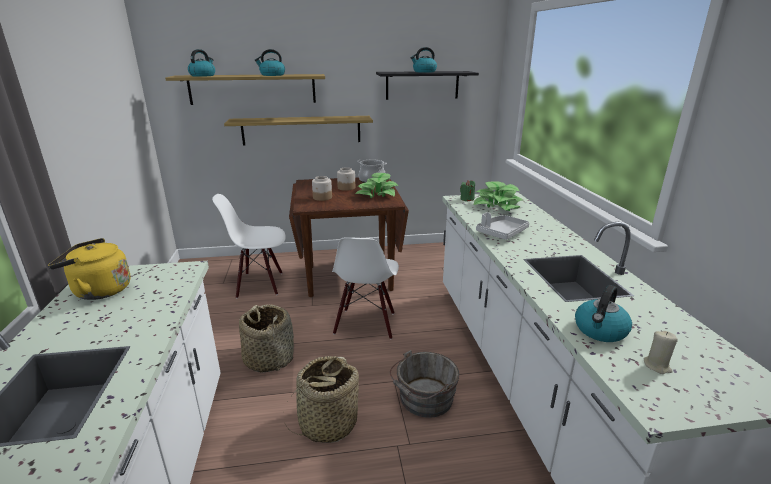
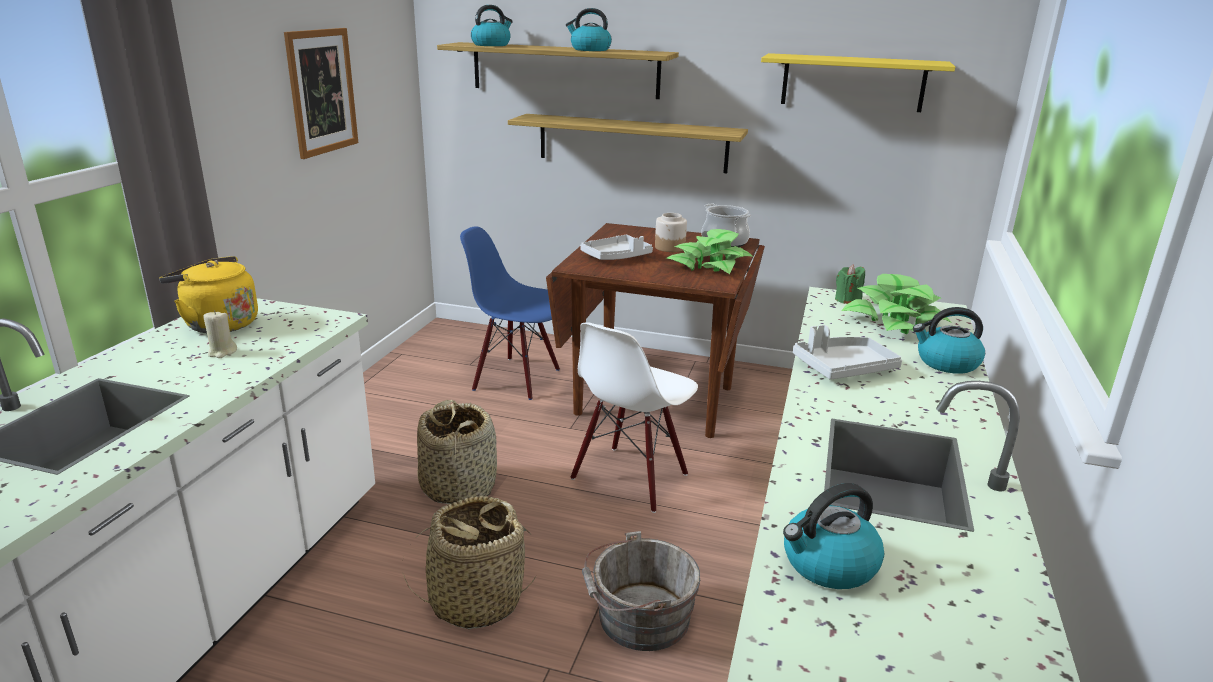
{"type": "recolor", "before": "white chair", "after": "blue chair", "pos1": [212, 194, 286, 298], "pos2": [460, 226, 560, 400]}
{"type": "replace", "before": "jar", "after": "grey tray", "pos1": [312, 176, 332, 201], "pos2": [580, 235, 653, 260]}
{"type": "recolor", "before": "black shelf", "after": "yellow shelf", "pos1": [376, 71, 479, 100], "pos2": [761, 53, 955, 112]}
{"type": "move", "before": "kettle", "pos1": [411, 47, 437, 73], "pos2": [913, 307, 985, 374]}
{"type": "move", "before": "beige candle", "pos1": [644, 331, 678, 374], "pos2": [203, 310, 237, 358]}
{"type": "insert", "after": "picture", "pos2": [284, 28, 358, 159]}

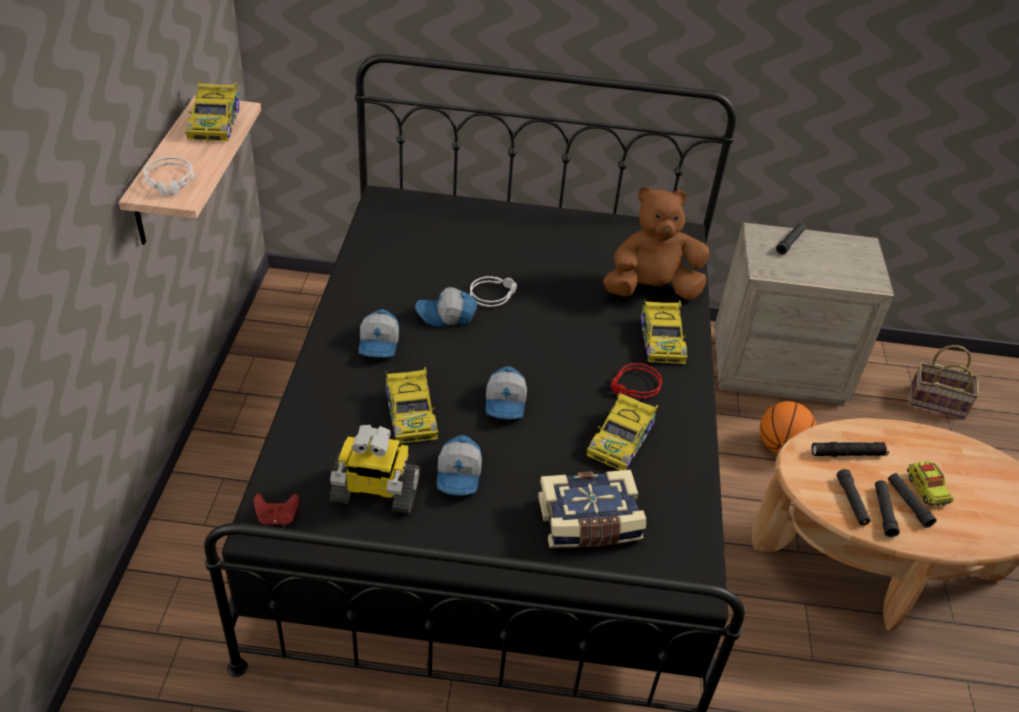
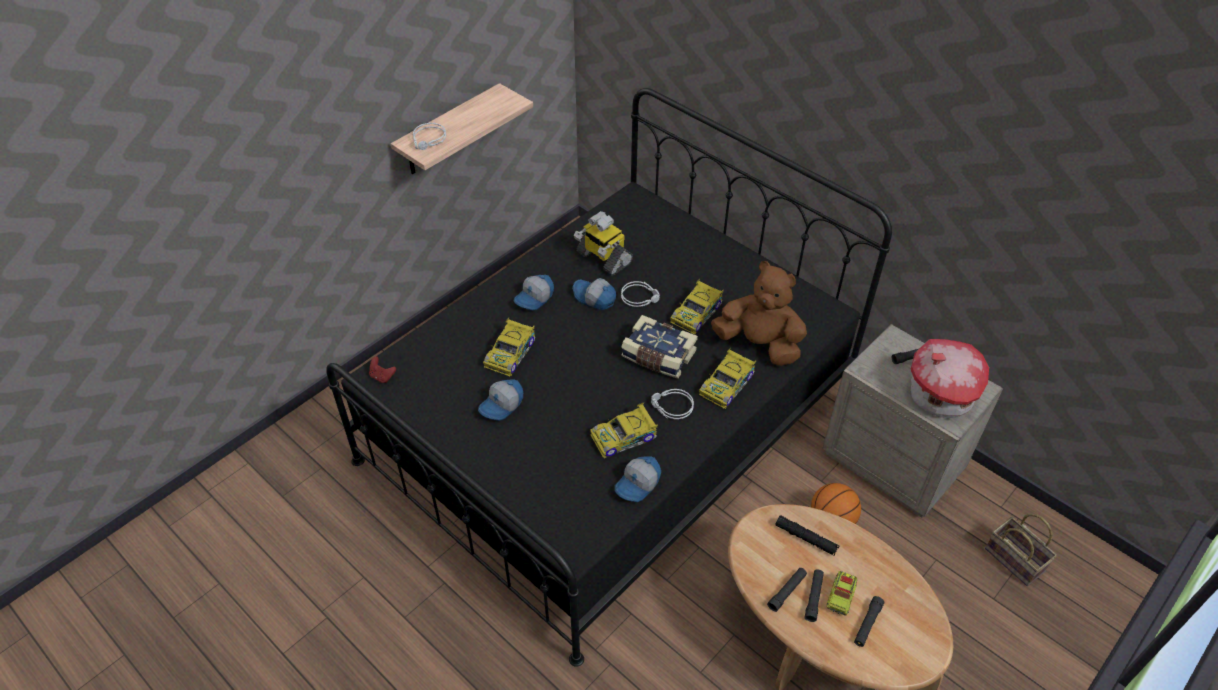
{"type": "move", "before": "toy car", "pos1": [185, 80, 240, 142], "pos2": [670, 279, 724, 334]}
{"type": "move", "before": "toy robot", "pos1": [330, 425, 420, 514], "pos2": [574, 211, 633, 276]}
{"type": "move", "before": "cap", "pos1": [485, 366, 527, 420], "pos2": [615, 456, 661, 502]}
{"type": "move", "before": "book", "pos1": [538, 470, 646, 548], "pos2": [621, 315, 698, 379]}
{"type": "recolor", "before": "red headphones", "after": "grey headphones", "pos1": [610, 363, 662, 399], "pos2": [651, 389, 694, 419]}
{"type": "move", "before": "black flashlight", "pos1": [836, 469, 871, 525], "pos2": [854, 596, 884, 647]}
{"type": "insert", "after": "toy house", "pos2": [911, 339, 989, 418]}

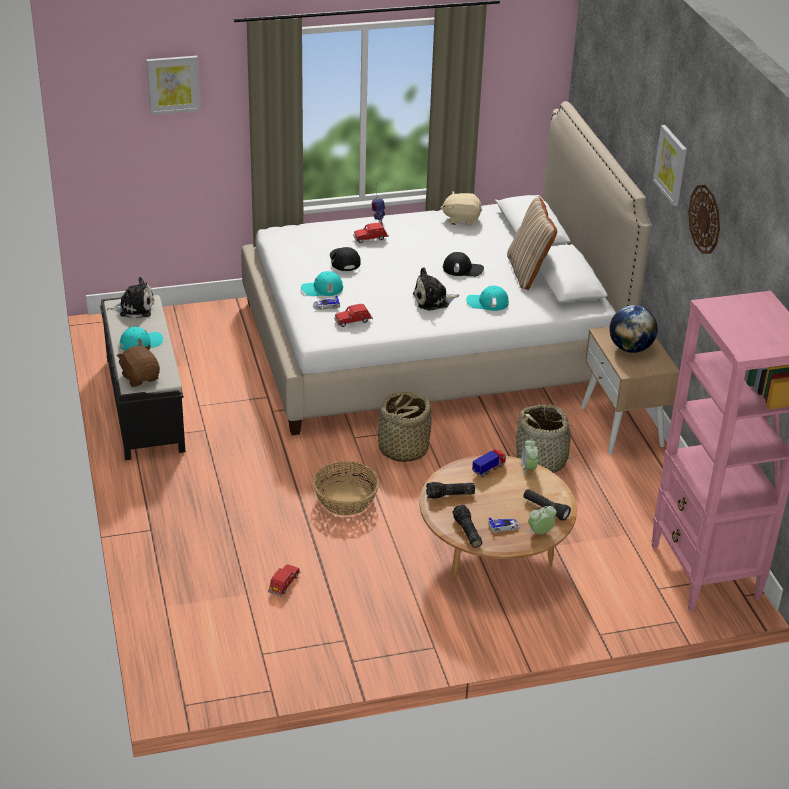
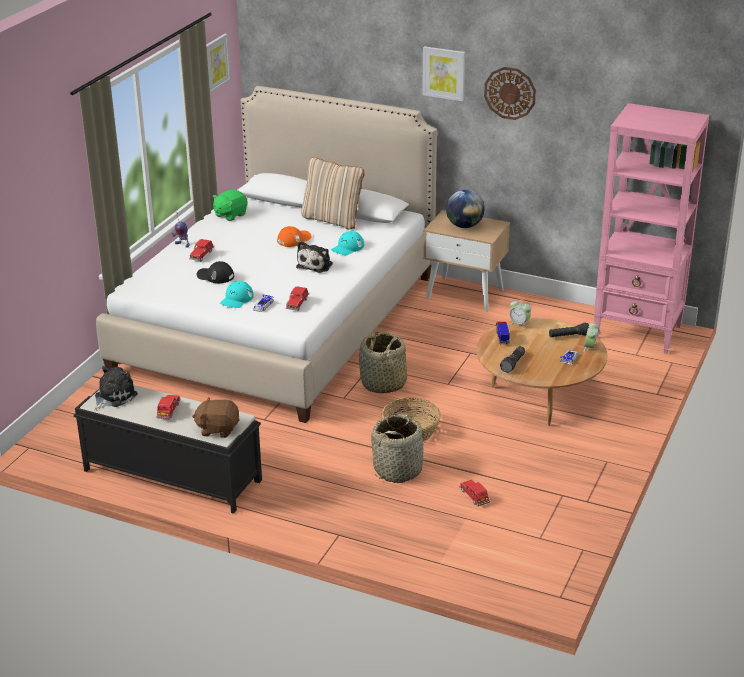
{"type": "replace", "before": "turquoise cap", "after": "red toy car", "pos1": [120, 327, 163, 351], "pos2": [157, 395, 181, 419]}
{"type": "move", "before": "picture", "pos1": [146, 56, 200, 115], "pos2": [206, 34, 231, 94]}
{"type": "recolor", "before": "beige plush toy", "after": "green plush toy", "pos1": [440, 191, 482, 226], "pos2": [213, 189, 248, 221]}
{"type": "recolor", "before": "black cap", "after": "orange cap", "pos1": [443, 252, 484, 277], "pos2": [277, 226, 311, 247]}
{"type": "delete", "before": "flashlight", "pos1": [452, 505, 482, 548]}
{"type": "move", "before": "basket", "pos1": [510, 404, 582, 473], "pos2": [371, 413, 426, 483]}

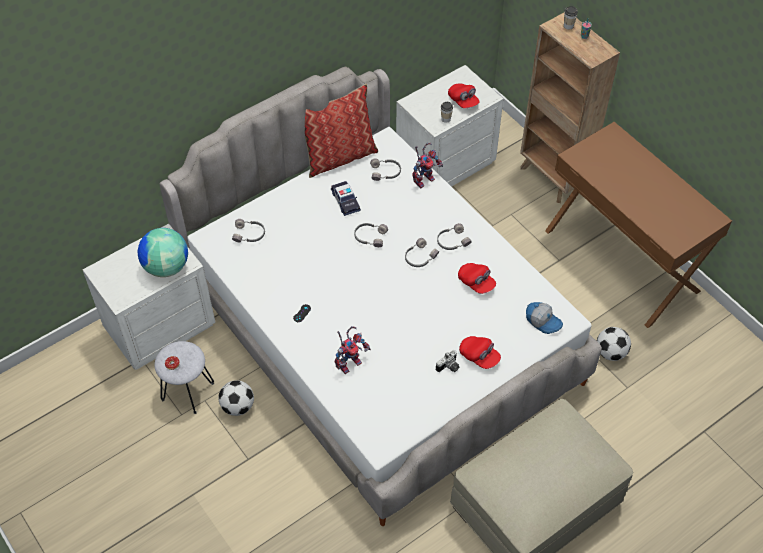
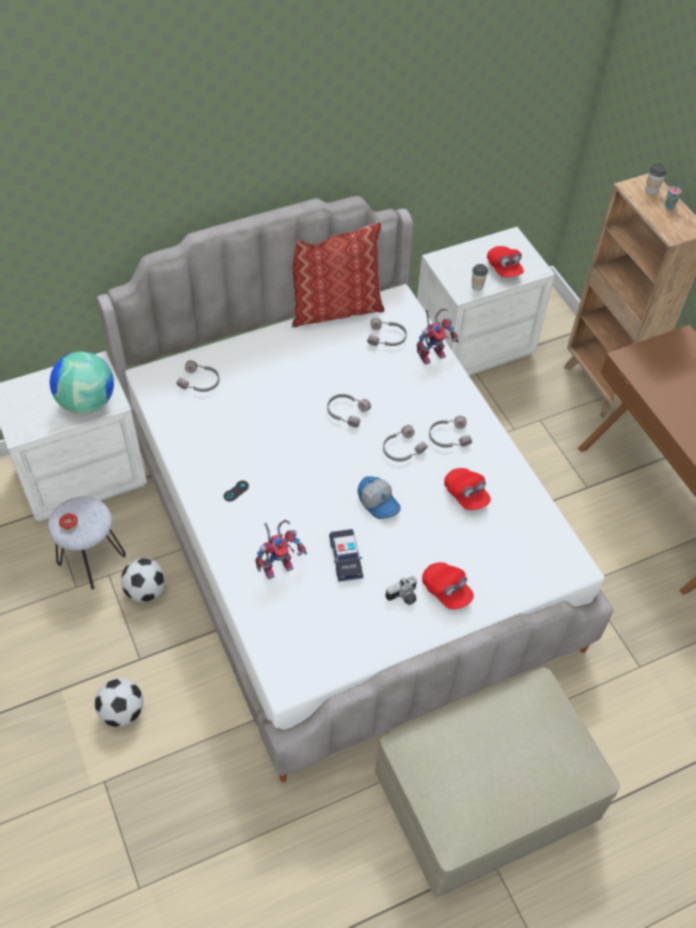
{"type": "move", "before": "toy car", "pos1": [331, 181, 361, 216], "pos2": [329, 529, 364, 582]}
{"type": "move", "before": "cap", "pos1": [526, 302, 563, 334], "pos2": [358, 476, 400, 519]}
{"type": "move", "before": "football", "pos1": [597, 327, 631, 361], "pos2": [95, 678, 143, 727]}

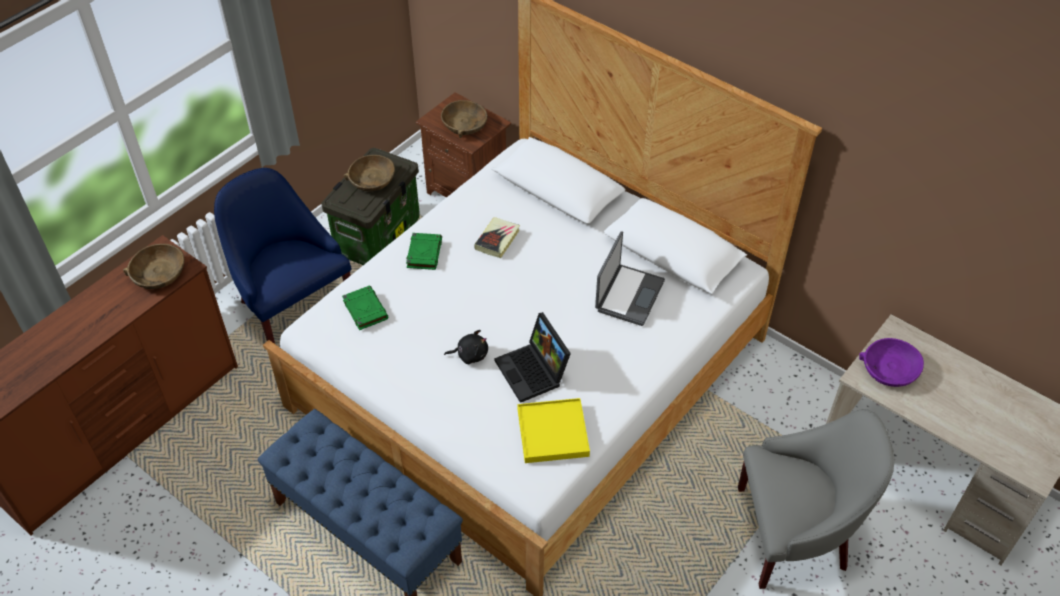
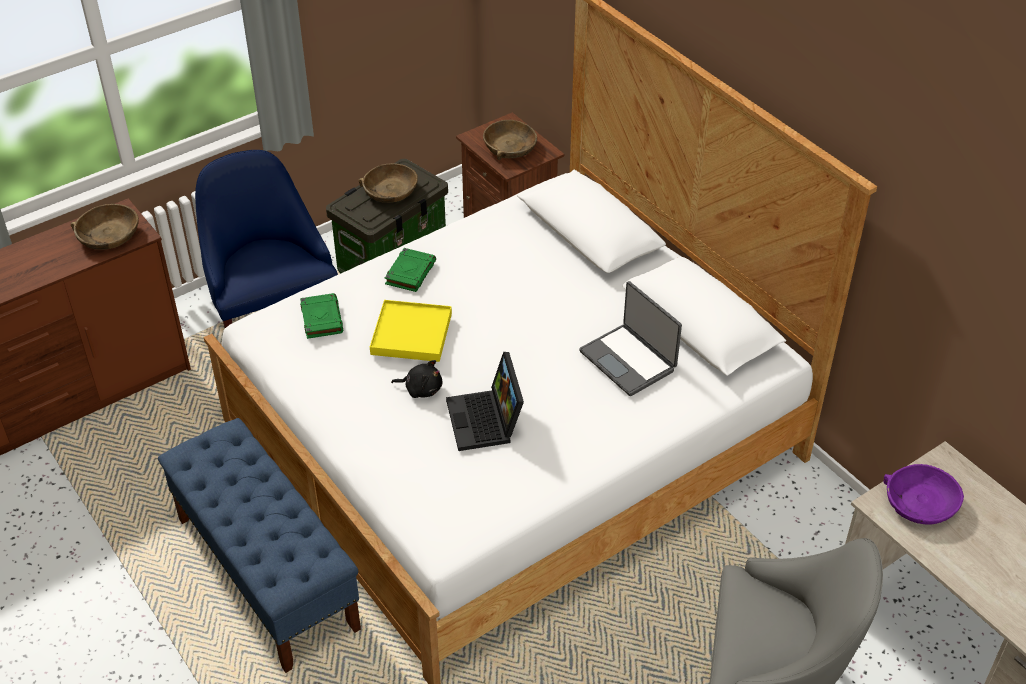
{"type": "delete", "before": "book", "pos1": [474, 217, 520, 258]}
{"type": "move", "before": "yellow tray", "pos1": [517, 398, 590, 463], "pos2": [370, 300, 452, 362]}
{"type": "rotate", "before": "laptop", "pos1": [595, 231, 665, 326], "pos2": [579, 281, 682, 396], "turn": 105}

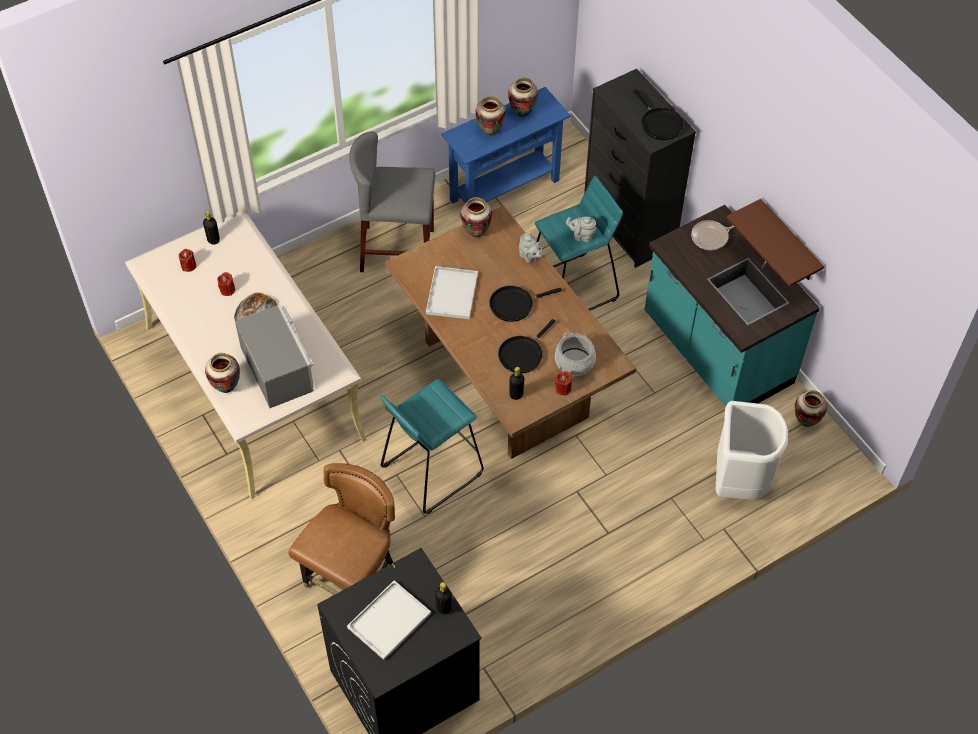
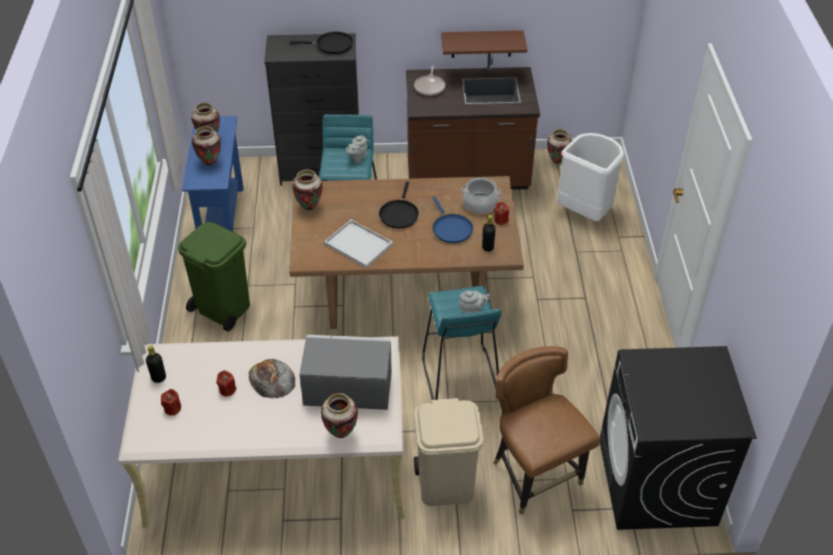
{"type": "delete", "before": "white tray", "pos1": [347, 580, 431, 660]}
{"type": "replace", "before": "grey stool", "after": "green trash can", "pos1": [349, 132, 435, 272], "pos2": [178, 222, 250, 332]}
{"type": "delete", "before": "black bottle", "pos1": [435, 582, 452, 614]}
{"type": "recolor", "before": "black frying pan", "after": "blue frying pan", "pos1": [498, 319, 555, 373], "pos2": [432, 197, 473, 243]}
{"type": "move", "before": "grey teapot", "pos1": [519, 233, 543, 263], "pos2": [459, 290, 491, 314]}
{"type": "recolor", "before": "turquoise counter", "after": "brown counter", "pos1": [644, 205, 820, 406], "pos2": [406, 53, 540, 190]}
{"type": "insert", "after": "beige trash can", "pos2": [414, 398, 484, 506]}

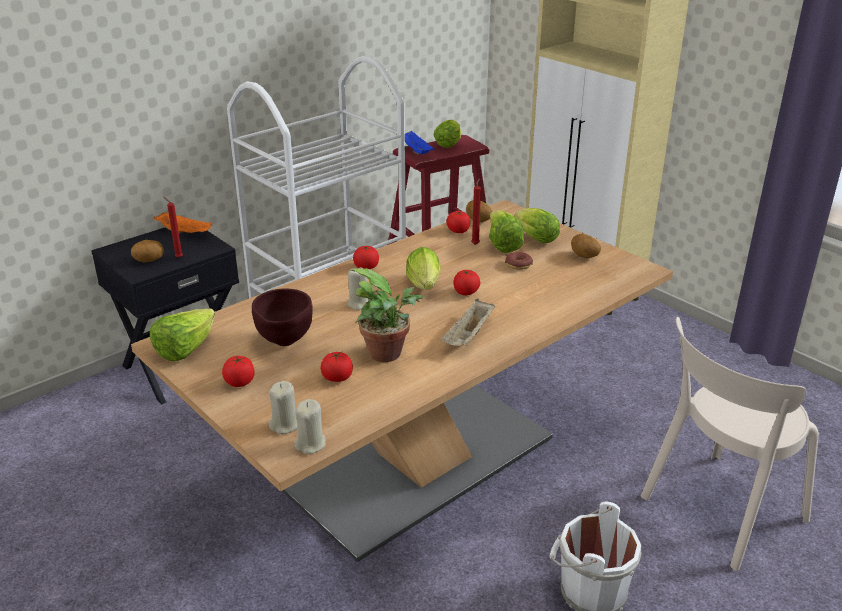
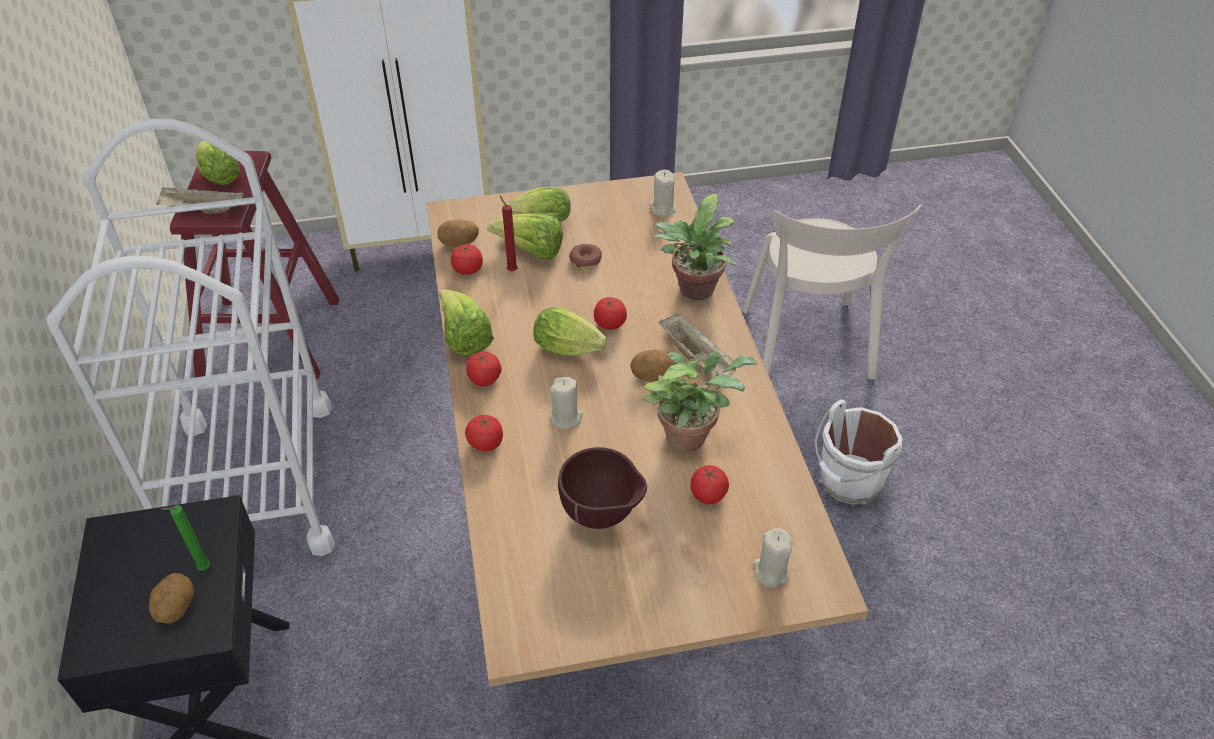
{"type": "move", "before": "lettuce", "pos1": [150, 308, 215, 361], "pos2": [439, 289, 494, 356]}
{"type": "delete", "before": "orange tray", "pos1": [154, 212, 212, 234]}
{"type": "recolor", "before": "red candle", "after": "green candle", "pos1": [164, 197, 183, 258], "pos2": [161, 505, 210, 571]}
{"type": "move", "before": "tomato", "pos1": [222, 356, 254, 387], "pos2": [465, 415, 503, 451]}
{"type": "move", "before": "beige candle", "pos1": [294, 399, 326, 454], "pos2": [649, 170, 675, 217]}
{"type": "recolor", "before": "blue tray", "after": "beige tray", "pos1": [405, 130, 434, 155], "pos2": [156, 187, 244, 214]}
{"type": "move", "before": "potato", "pos1": [571, 234, 601, 258], "pos2": [630, 350, 676, 382]}
{"type": "insert", "after": "potted plant", "pos2": [652, 194, 737, 300]}

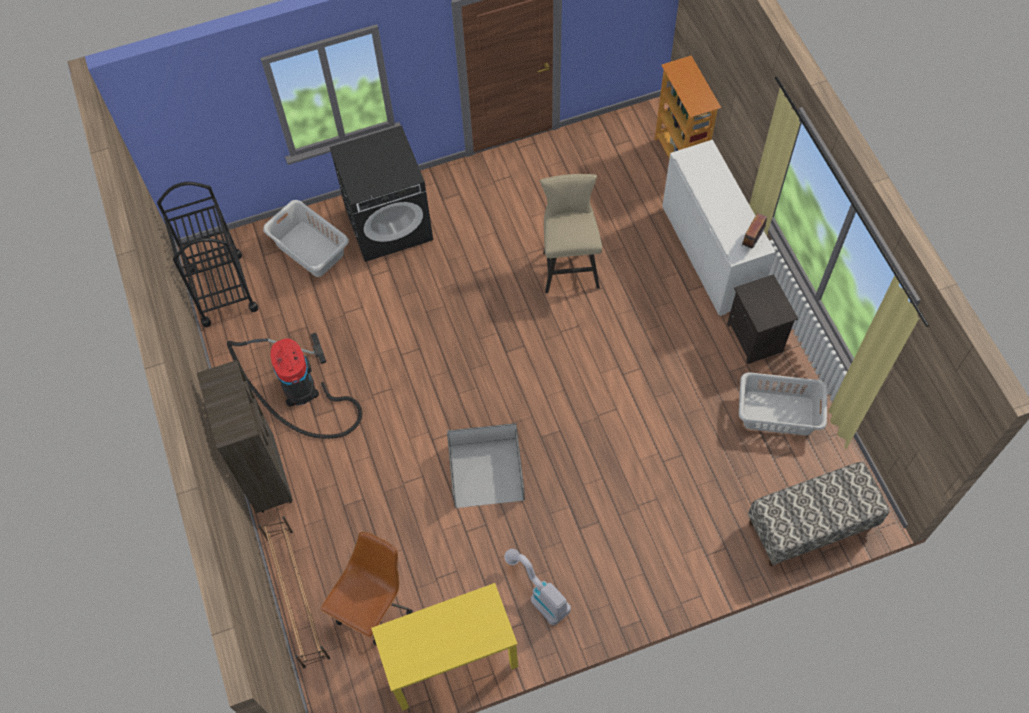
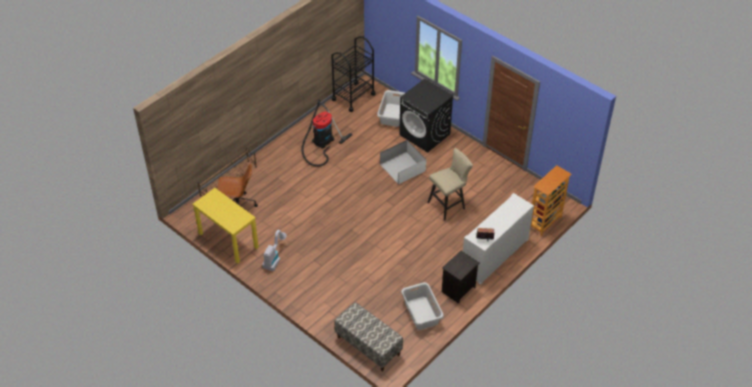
{"type": "delete", "before": "brown bookcase", "pos1": [197, 360, 293, 513]}
{"type": "move", "before": "white storage box", "pos1": [447, 423, 525, 508], "pos2": [380, 140, 426, 184]}

